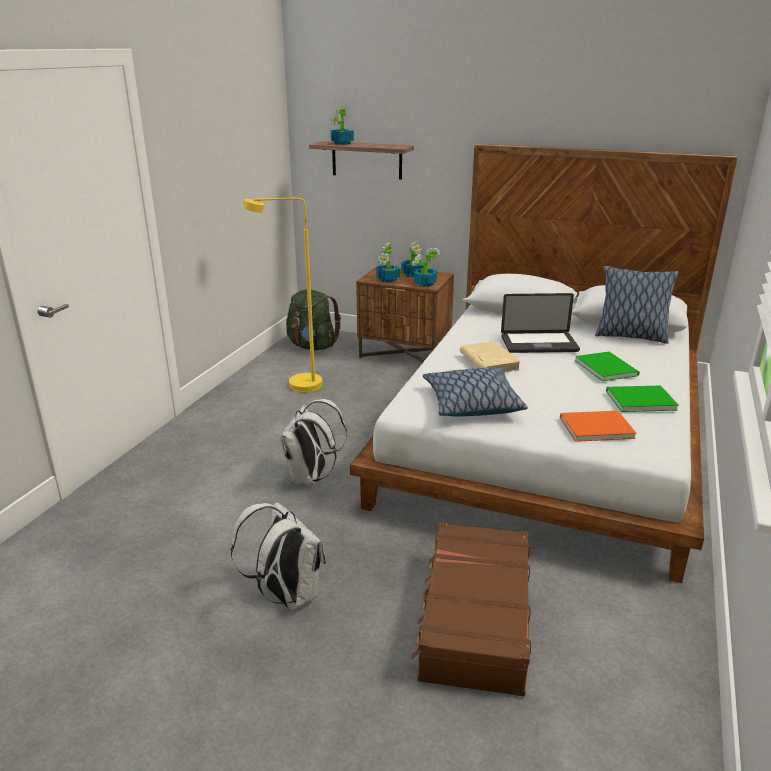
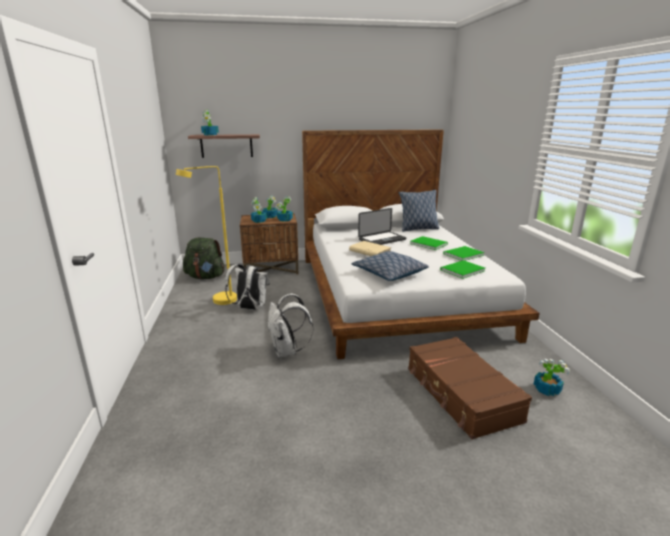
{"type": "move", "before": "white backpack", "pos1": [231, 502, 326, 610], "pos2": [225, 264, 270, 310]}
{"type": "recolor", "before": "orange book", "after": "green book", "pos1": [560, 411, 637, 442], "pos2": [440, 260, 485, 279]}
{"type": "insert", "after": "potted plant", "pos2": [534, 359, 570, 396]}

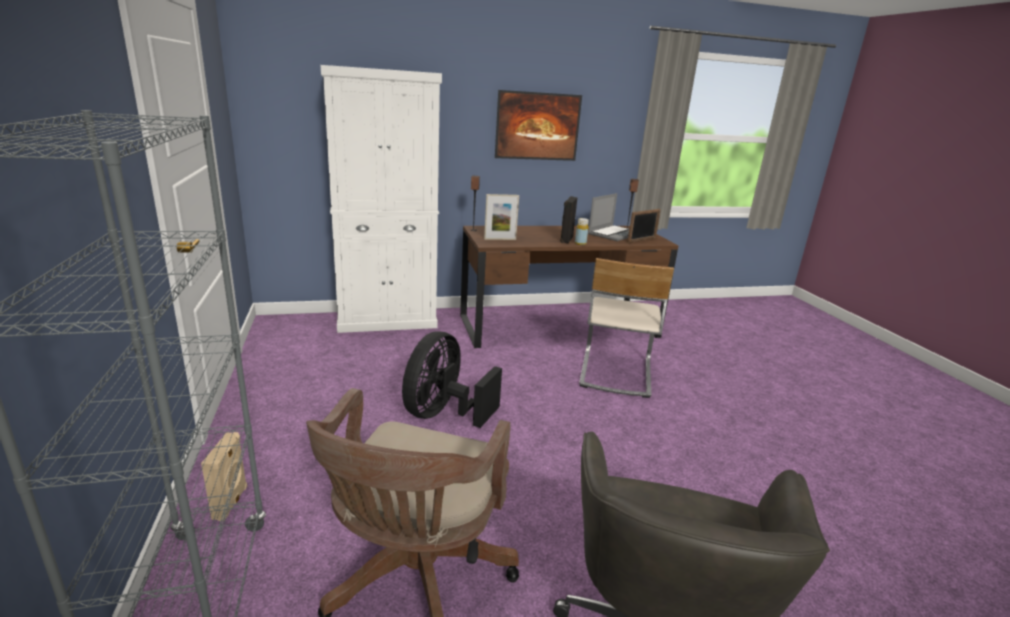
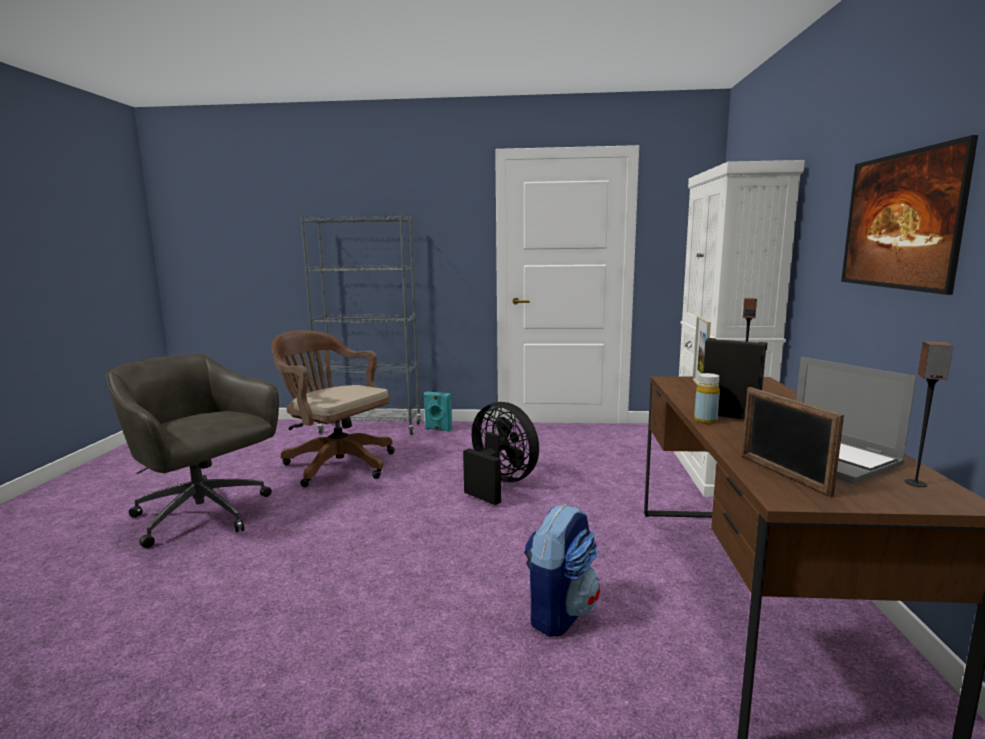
{"type": "recolor", "before": "beige speaker", "after": "turquoise speaker", "pos1": [201, 432, 247, 521], "pos2": [424, 392, 452, 432]}
{"type": "replace", "before": "beige chair", "after": "backpack", "pos1": [579, 258, 674, 398], "pos2": [524, 504, 600, 637]}

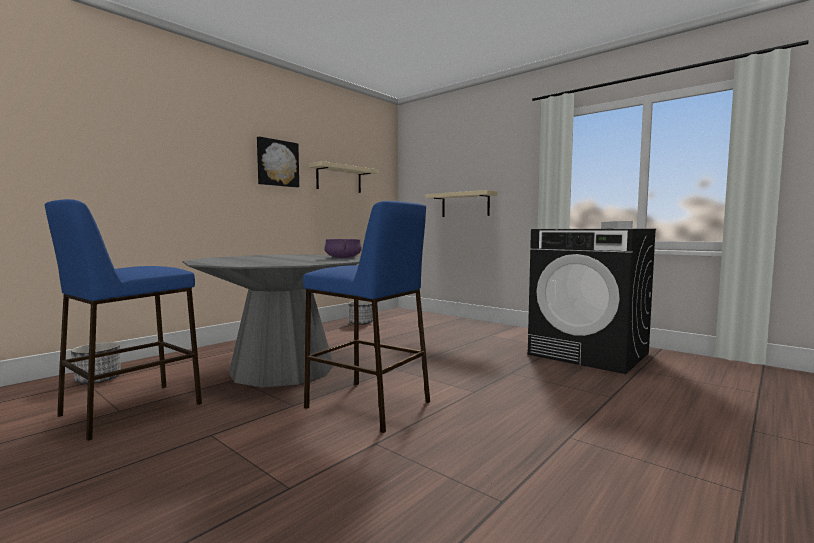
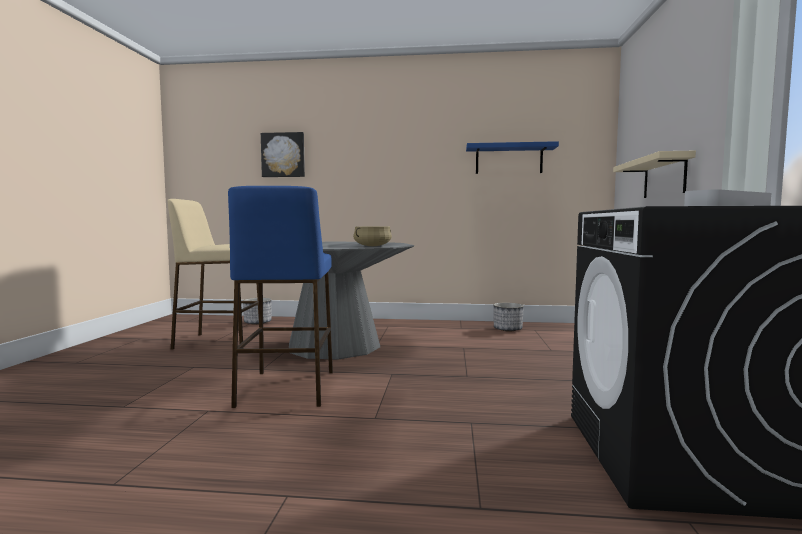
{"type": "recolor", "before": "blue stool", "after": "beige stool", "pos1": [45, 199, 202, 441], "pos2": [167, 199, 259, 350]}
{"type": "move", "before": "picture", "pos1": [257, 136, 299, 188], "pos2": [261, 132, 305, 177]}
{"type": "recolor", "before": "beige shelf", "after": "blue shelf", "pos1": [309, 161, 379, 193], "pos2": [466, 141, 559, 174]}
{"type": "recolor", "before": "purple cooking pot", "after": "beige cooking pot", "pos1": [324, 239, 362, 258], "pos2": [353, 226, 392, 246]}

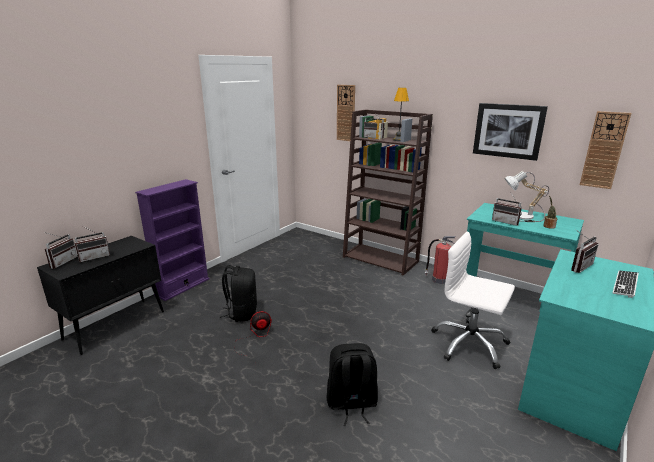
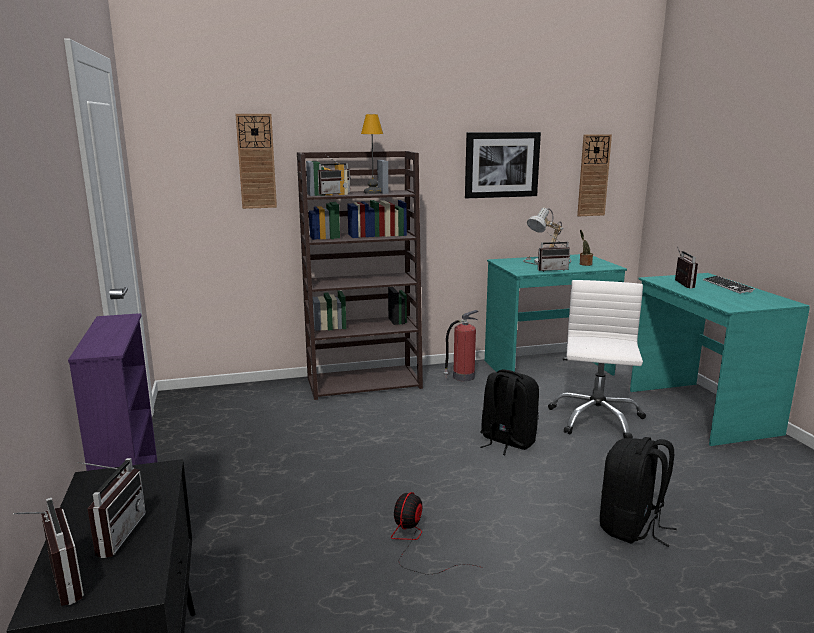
{"type": "move", "before": "black backpack", "pos1": [220, 265, 257, 322], "pos2": [480, 370, 539, 455]}
{"type": "rotate", "before": "white office chair", "pos1": [431, 232, 515, 369], "pos2": [548, 280, 646, 438], "turn": 120}

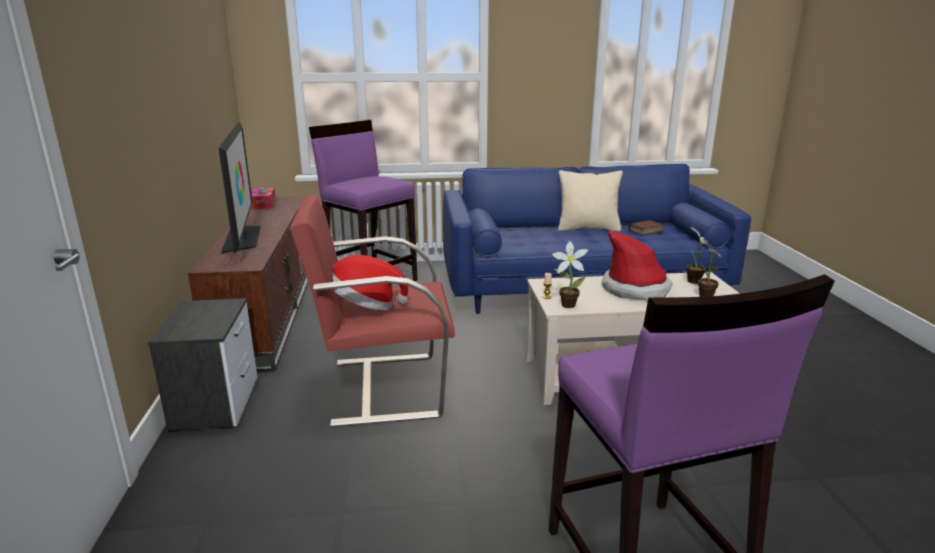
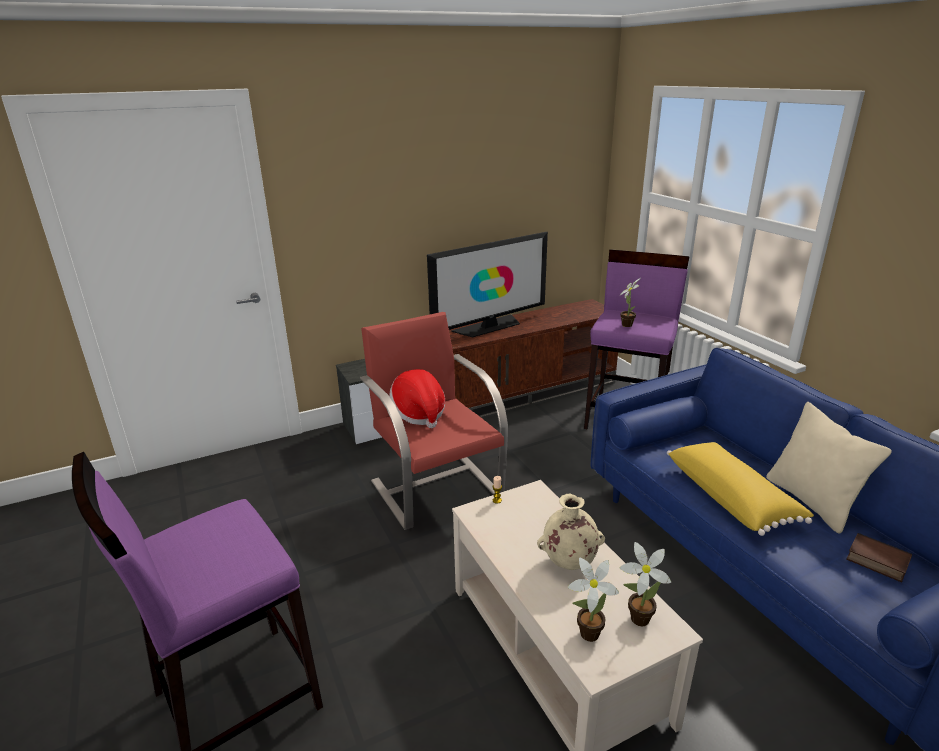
{"type": "delete", "before": "tissue box", "pos1": [251, 187, 276, 209]}
{"type": "move", "before": "potted plant", "pos1": [552, 241, 588, 308], "pos2": [619, 278, 640, 327]}
{"type": "replace", "before": "hat", "after": "beige vase", "pos1": [602, 230, 673, 300], "pos2": [537, 493, 605, 570]}
{"type": "insert", "after": "yellow pillow", "pos2": [667, 442, 814, 536]}

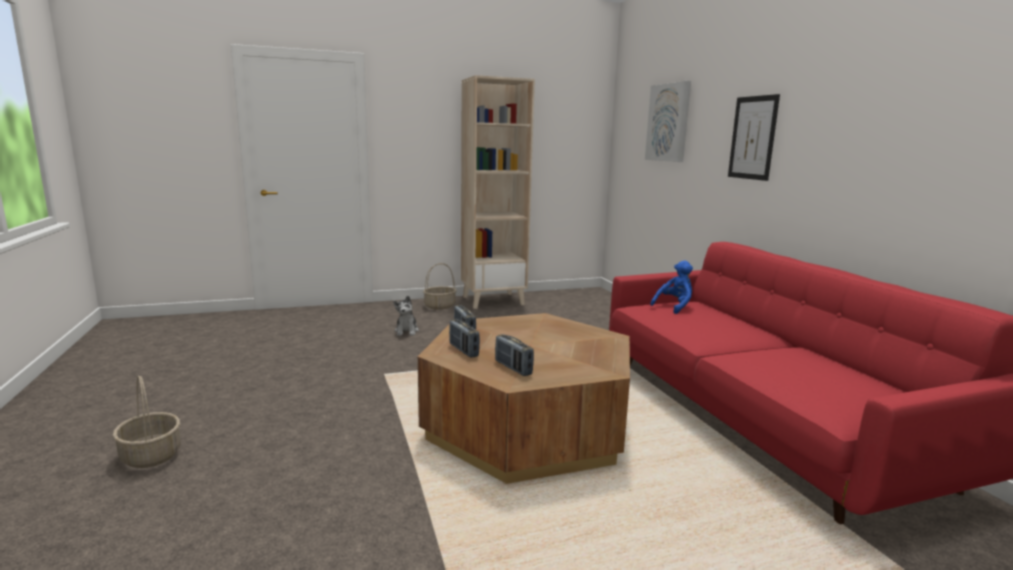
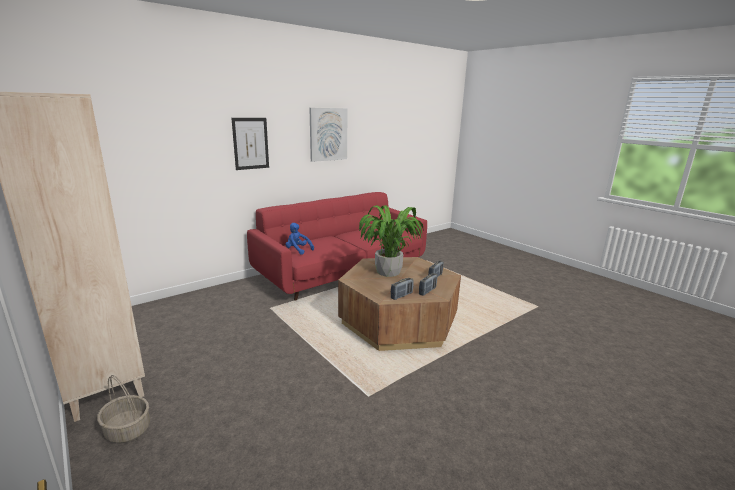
{"type": "delete", "before": "basket", "pos1": [113, 375, 180, 468]}
{"type": "delete", "before": "plush toy", "pos1": [393, 296, 419, 336]}
{"type": "move", "before": "picture", "pos1": [645, 81, 691, 162], "pos2": [309, 108, 348, 162]}
{"type": "insert", "after": "potted plant", "pos2": [359, 205, 424, 277]}

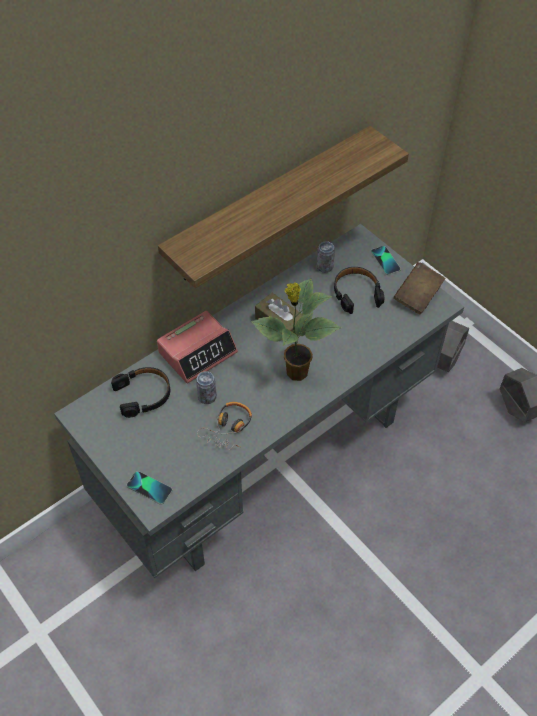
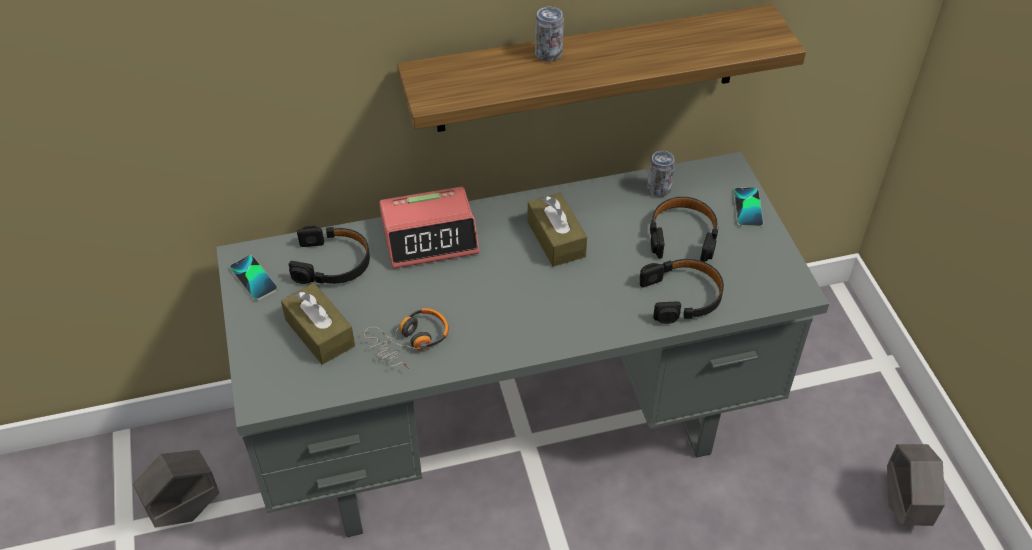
{"type": "move", "before": "phone", "pos1": [127, 471, 172, 505], "pos2": [230, 256, 278, 301]}
{"type": "move", "before": "can", "pos1": [196, 371, 217, 404], "pos2": [535, 7, 564, 62]}
{"type": "delete", "before": "potted plant", "pos1": [251, 278, 341, 381]}
{"type": "delete", "before": "brown book", "pos1": [394, 262, 446, 314]}
{"type": "move", "before": "grey planter", "pos1": [437, 321, 469, 372], "pos2": [133, 450, 220, 528]}
{"type": "insert", "after": "brown tissue box", "pos2": [281, 283, 355, 365]}
{"type": "insert", "after": "black headphones", "pos2": [640, 259, 724, 324]}

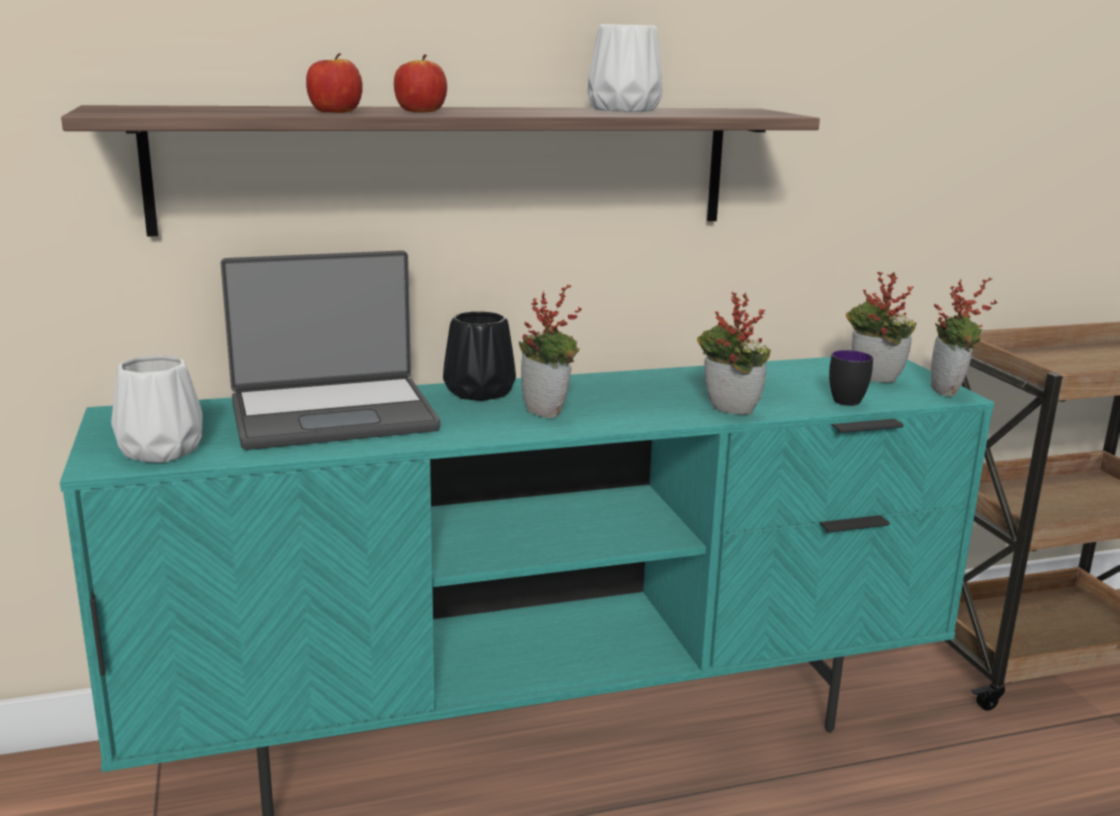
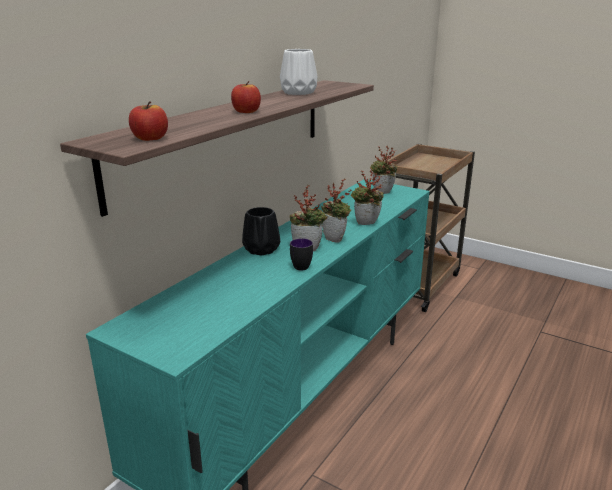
{"type": "delete", "before": "white vase", "pos1": [111, 355, 203, 463]}
{"type": "delete", "before": "laptop", "pos1": [221, 250, 440, 450]}
{"type": "move", "before": "apple", "pos1": [306, 53, 363, 113], "pos2": [129, 101, 168, 141]}
{"type": "move", "before": "mug", "pos1": [829, 350, 873, 406], "pos2": [290, 238, 313, 271]}
{"type": "move", "before": "potted plant", "pos1": [931, 277, 998, 397], "pos2": [321, 178, 352, 243]}

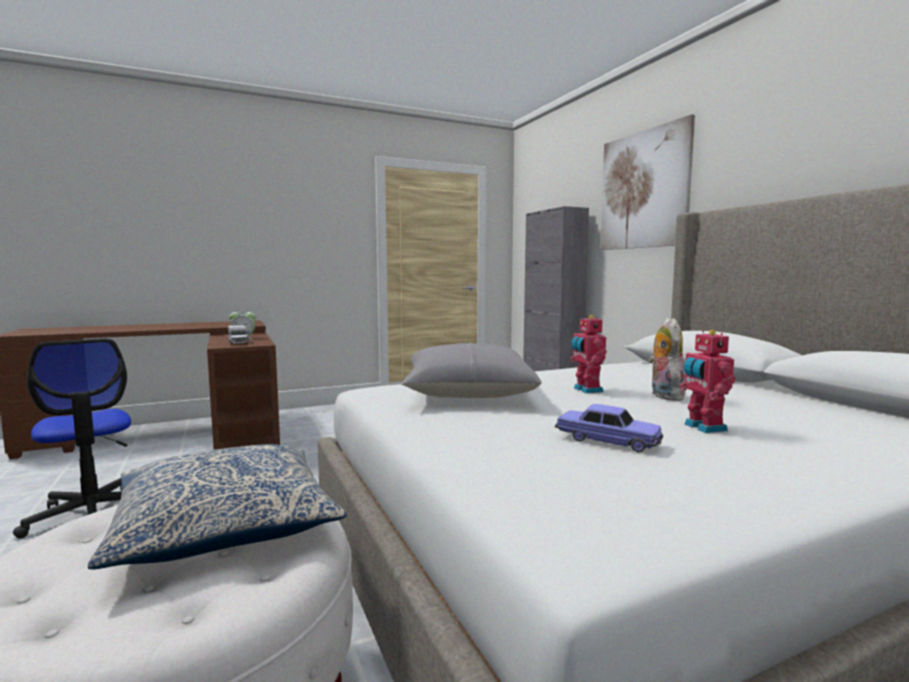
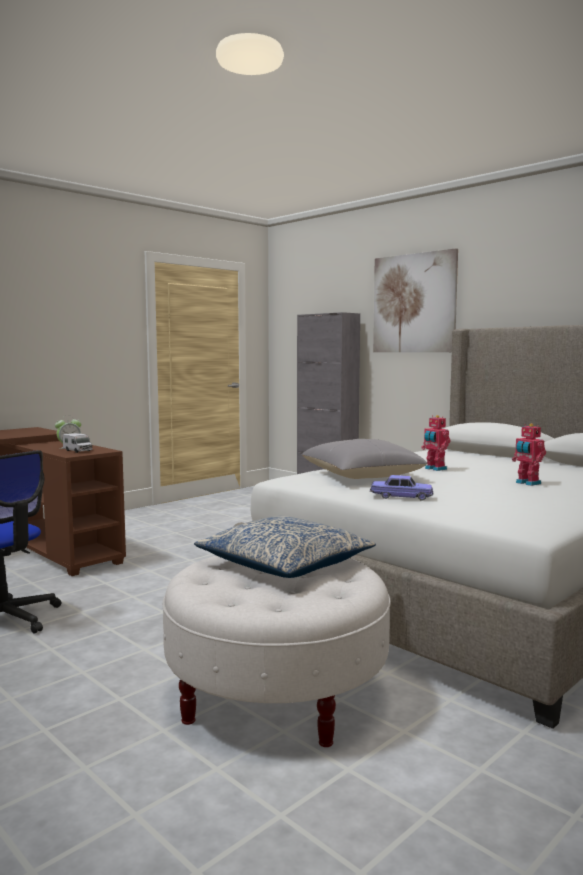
{"type": "move", "before": "toy car", "pos1": [555, 404, 663, 452], "pos2": [370, 475, 433, 501]}
{"type": "delete", "before": "plush toy", "pos1": [649, 318, 686, 401]}

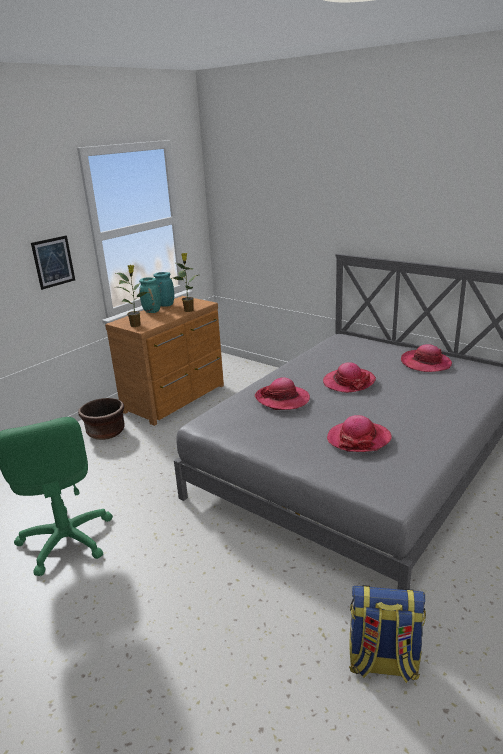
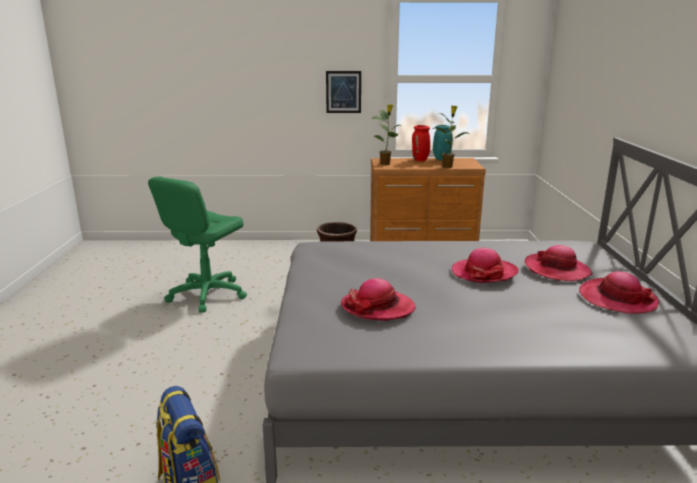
{"type": "recolor", "before": "turquoise vase", "after": "red vase", "pos1": [139, 277, 161, 313], "pos2": [412, 125, 430, 161]}
{"type": "move", "before": "hat", "pos1": [255, 378, 310, 410], "pos2": [525, 245, 593, 281]}

